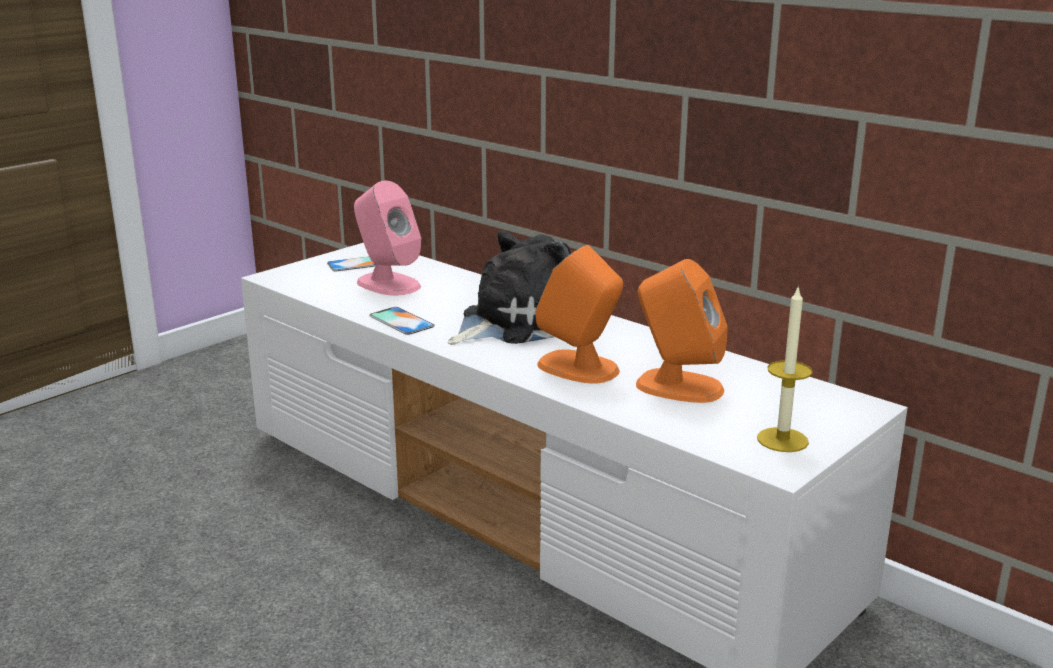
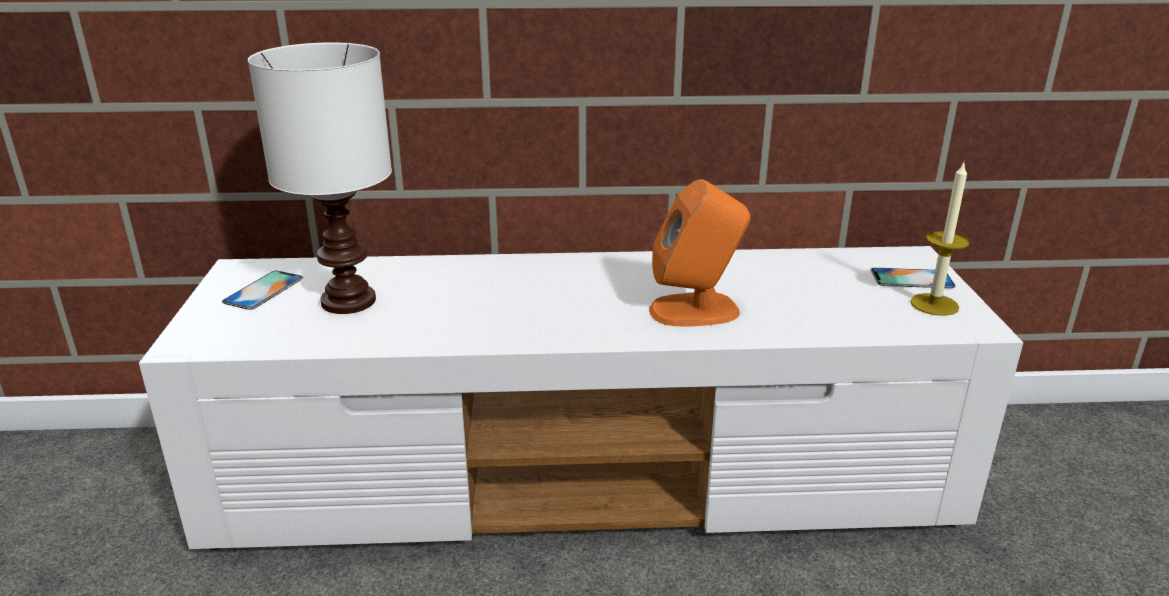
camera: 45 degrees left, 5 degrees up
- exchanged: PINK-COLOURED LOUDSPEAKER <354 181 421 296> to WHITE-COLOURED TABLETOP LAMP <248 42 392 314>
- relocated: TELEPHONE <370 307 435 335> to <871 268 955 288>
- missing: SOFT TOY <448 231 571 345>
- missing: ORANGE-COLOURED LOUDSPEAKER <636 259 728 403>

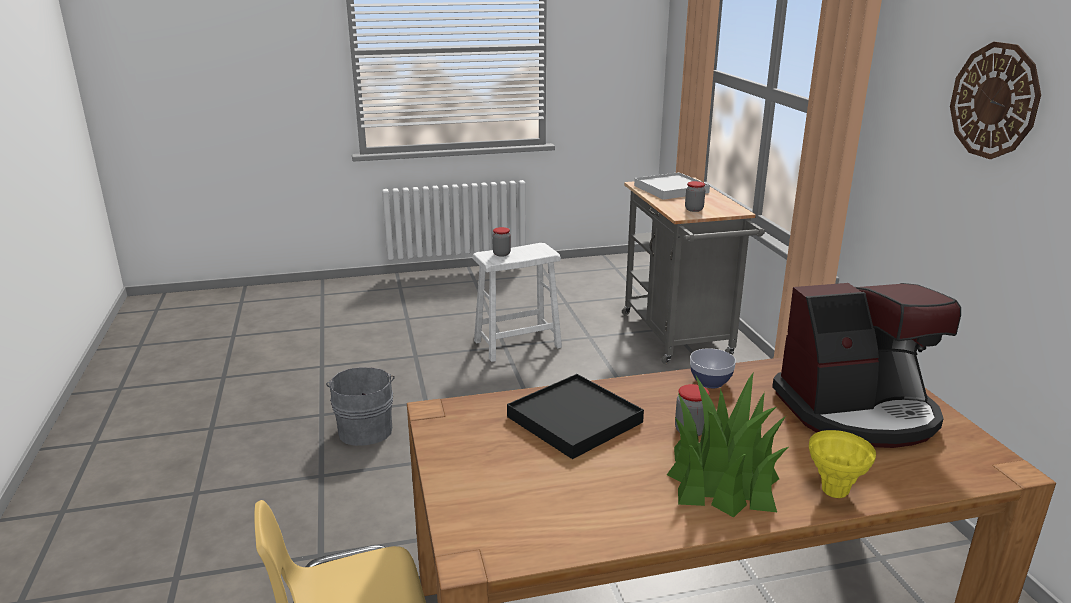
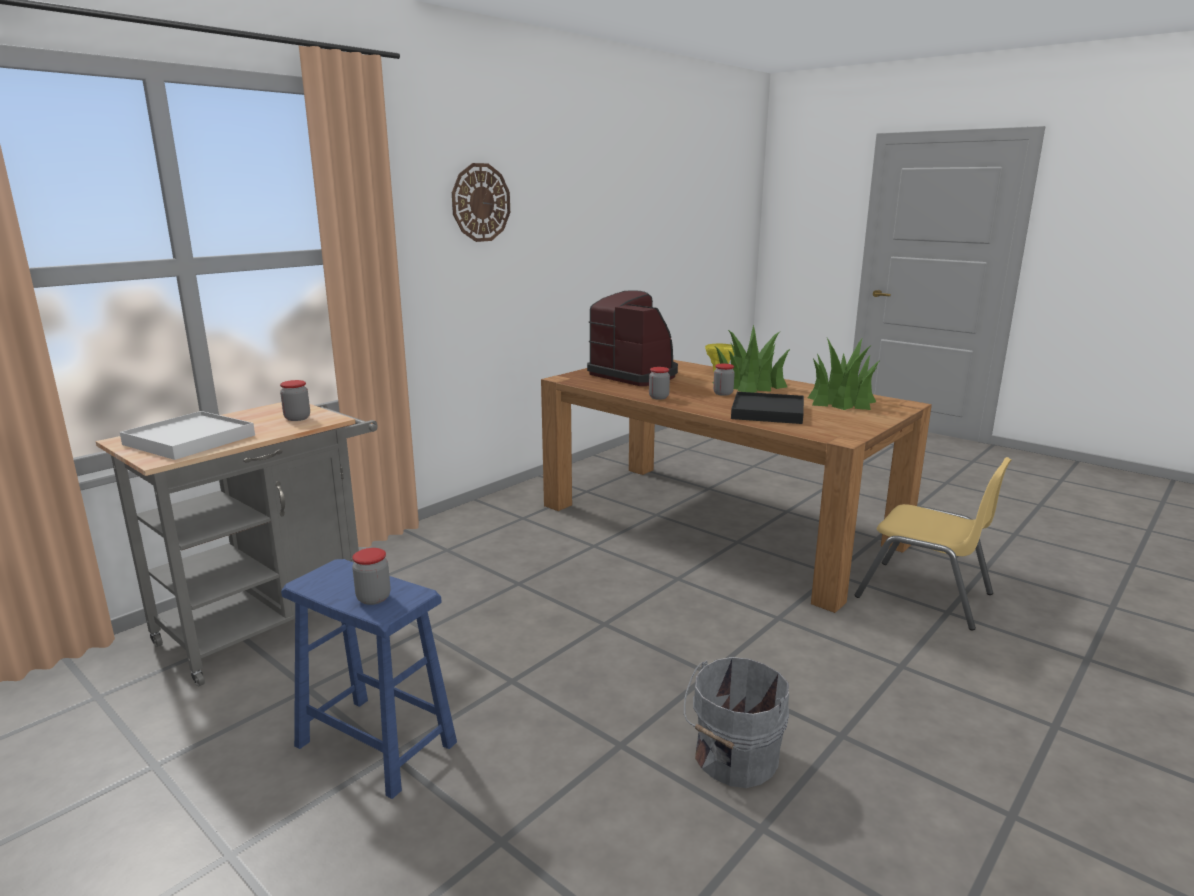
camera: 125 degrees left, 5 degrees down
- colour: WHITE-COLOURED STOOL SEAT <472 243 562 362> to BLUE STOOL SEAT <281 559 457 799>
- exchanged: BOWL <690 348 736 388> to JAR <649 367 670 400>
- appeared: POTTED PLANT <808 338 880 410>

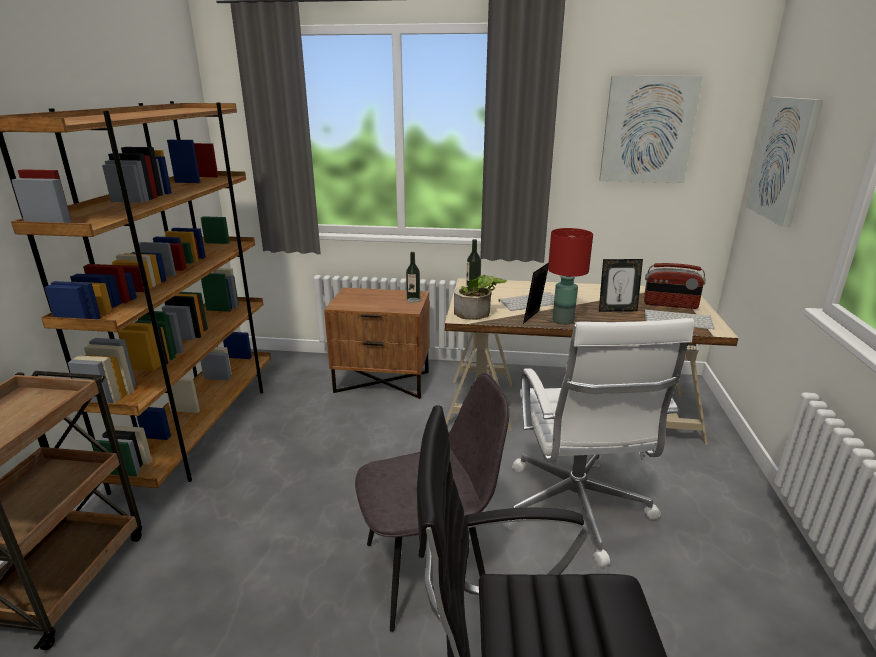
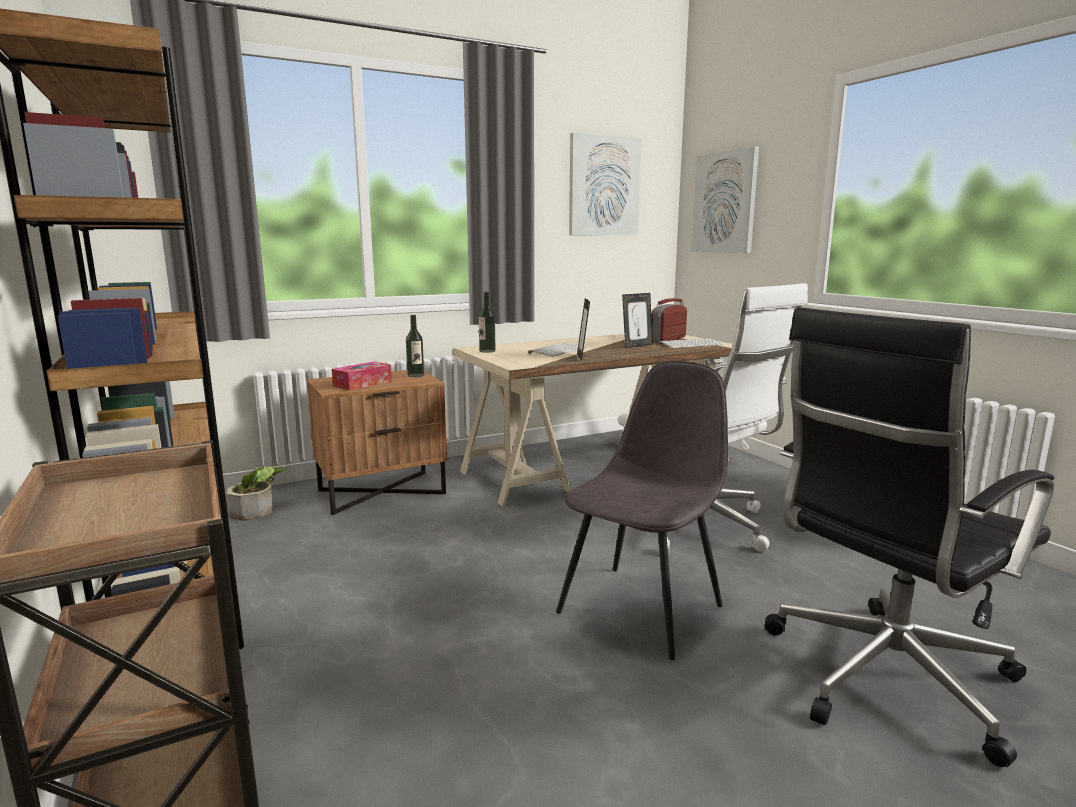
camera: 35 degrees left, 10 degrees down
- relocated: POTTED PLANT <454 274 507 320> to <227 466 287 521>
- missing: REDDISH TABLETOP LAMP <548 228 593 325>
- spun: RADIO RECEIVER <644 263 706 309> = <651 298 687 342> 150 degrees clockwise
- appeared: TISSUE BOX <331 362 392 390>

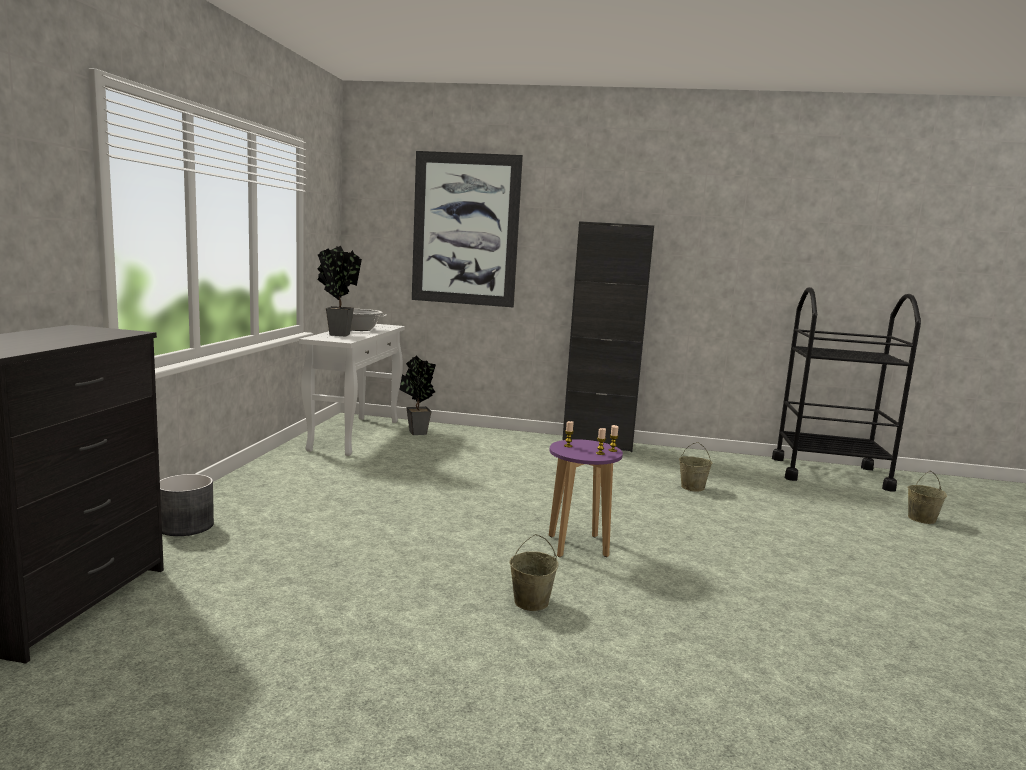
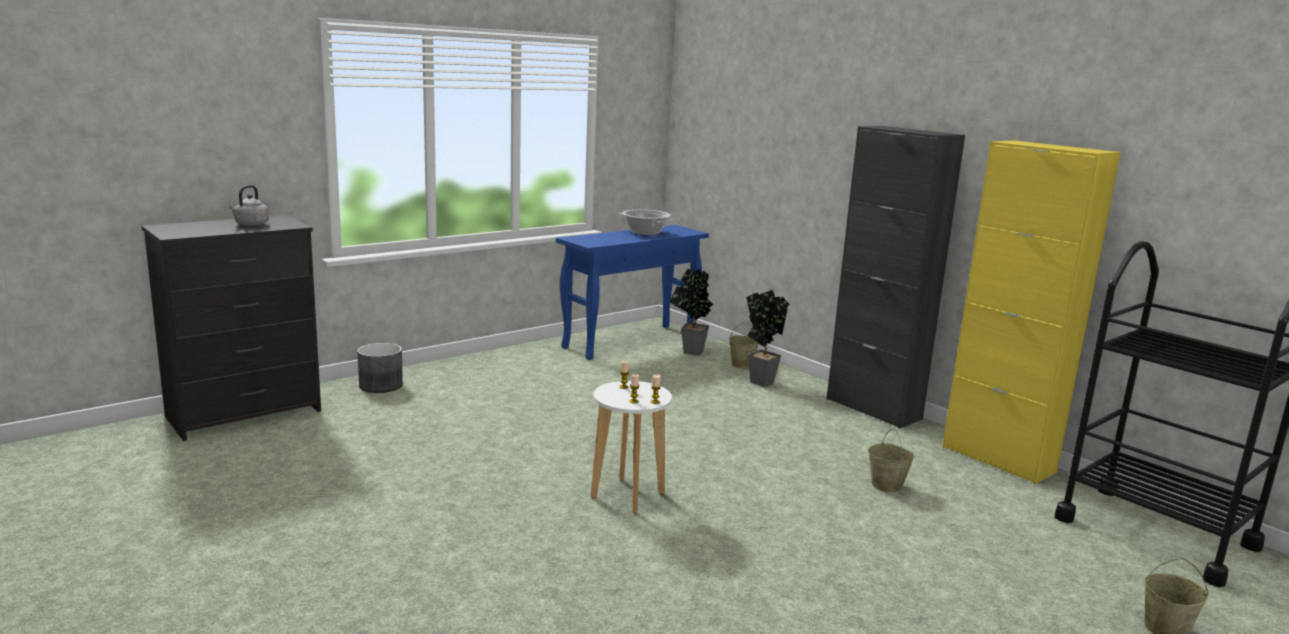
camera: 40 degrees right, 5 degrees up
- colour: WHITE-COLOURED CONSOLE TABLE <299 324 405 456> to BLUE CONSOLE TABLE <556 225 709 360>
- relocated: POTTED PLANT <318 246 362 336> to <746 289 789 387>
- missing: PICTURE <412 151 523 307>
- relocated: BEIGE-COLOURED WATER BUCKET <510 534 559 611> to <729 322 759 368>
- colour: PURPLE STOOL SEAT <549 439 623 557> to WHITE-COLOURED STOOL SEAT <591 381 672 514>
- appeared: GRAY KETTLE <229 185 269 226>
- appeared: YELLOW CUPBOARD <942 140 1121 484>

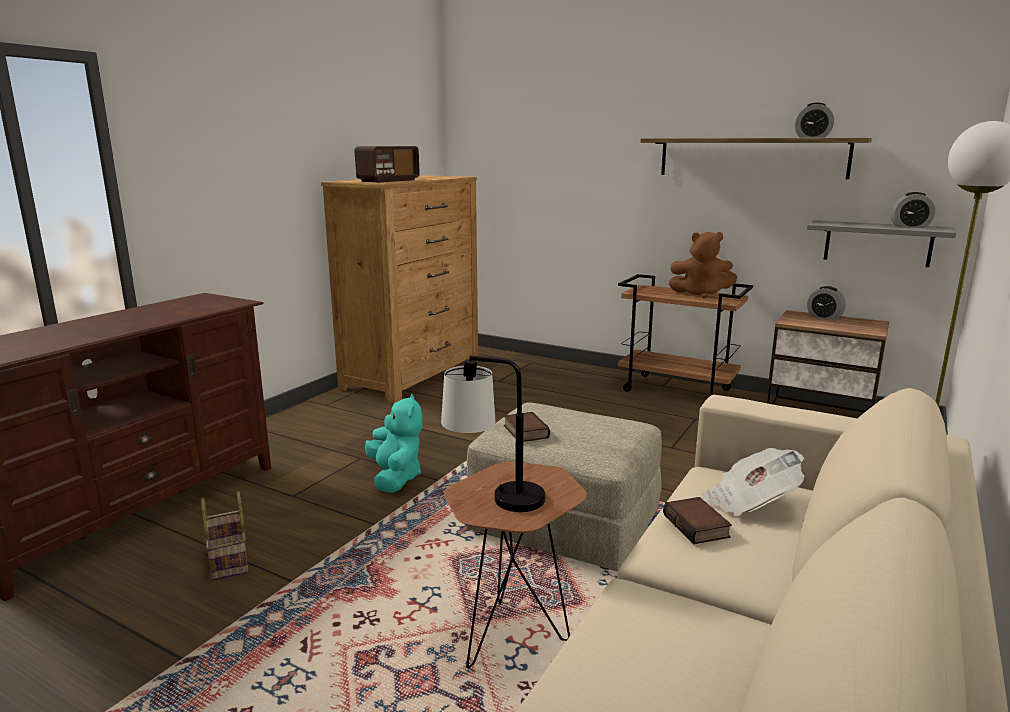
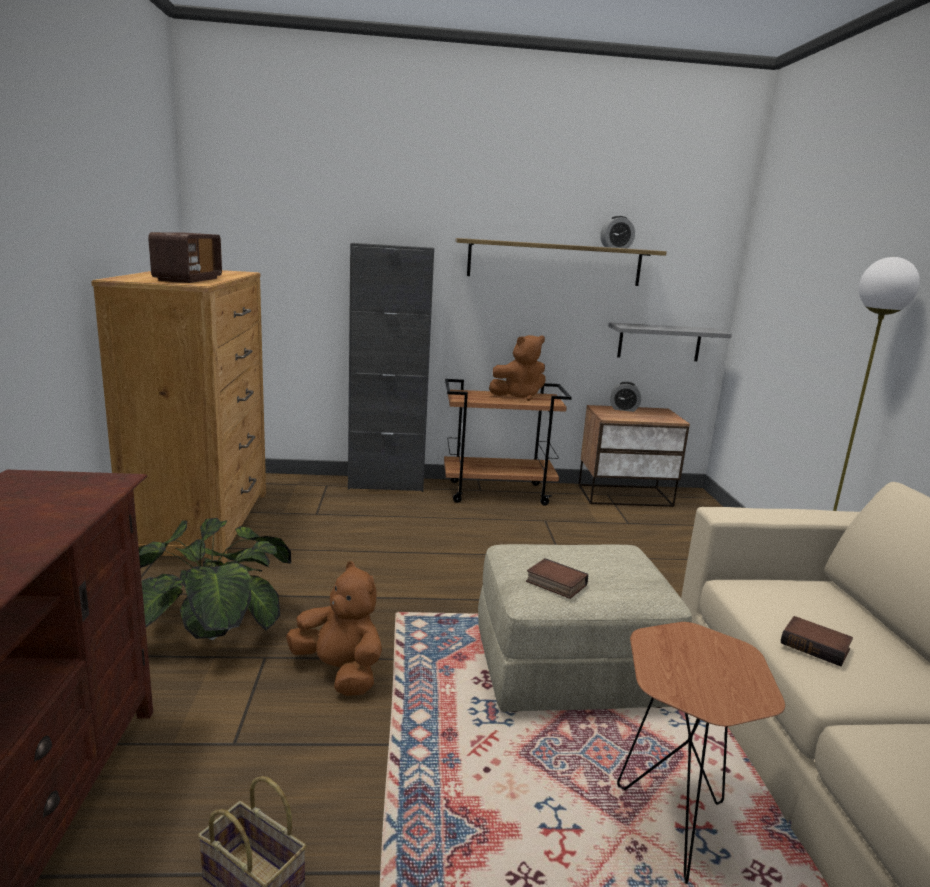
camera: 35 degrees left, 0 degrees up
- colour: BLUE-GREEN SOFT TOY <365 394 423 493> to BROWN-COLOURED SOFT TOY <286 561 382 696>
- missing: TABLETOP LAMP <441 356 546 512>
- missing: DAILY PAPER <702 448 805 516>
- missing: ALARM CLOCK <891 192 935 228>
- appeared: POTTED PLANT <139 518 291 640>
- appeared: BLACK CUPBOARD <348 243 434 492>

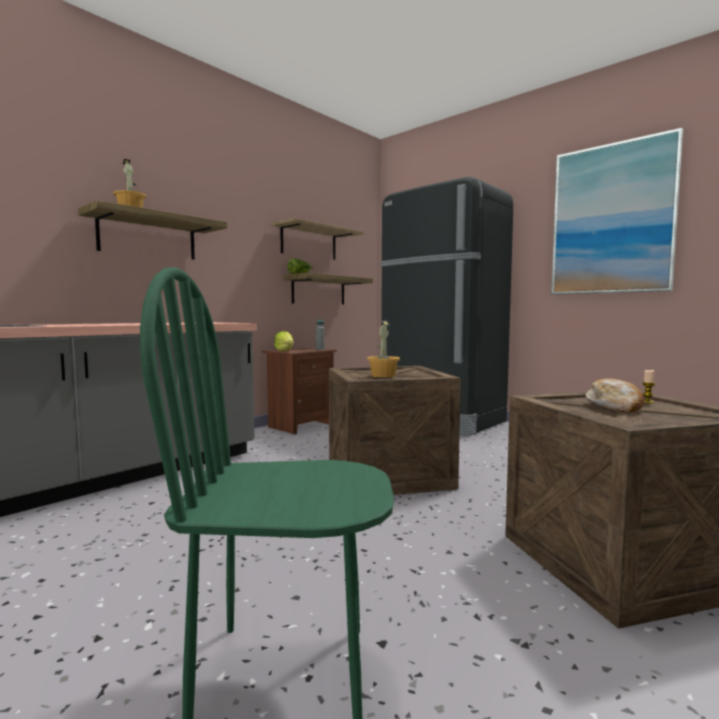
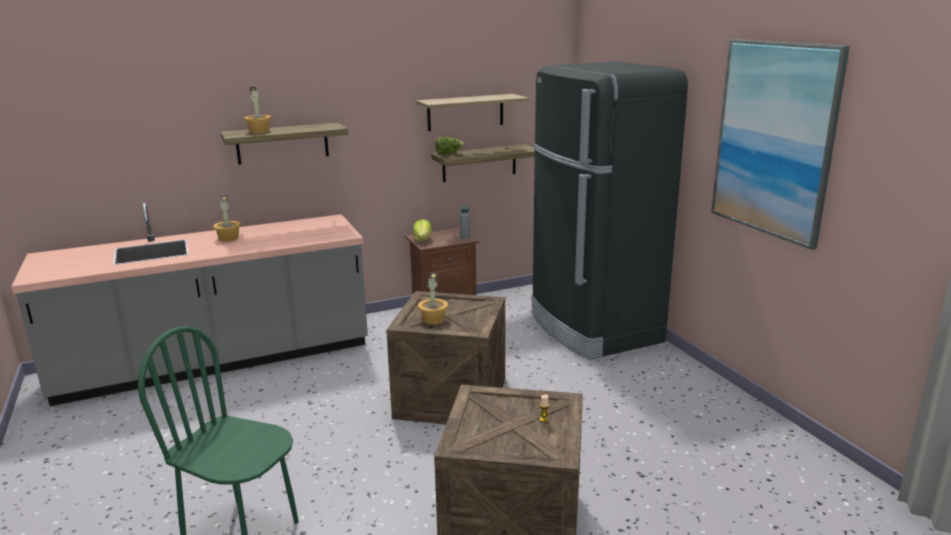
camera: 25 degrees right, 15 degrees up
- missing: BAKED BREAD <585 378 644 412>
- appeared: POTTED PLANT <213 196 241 242>

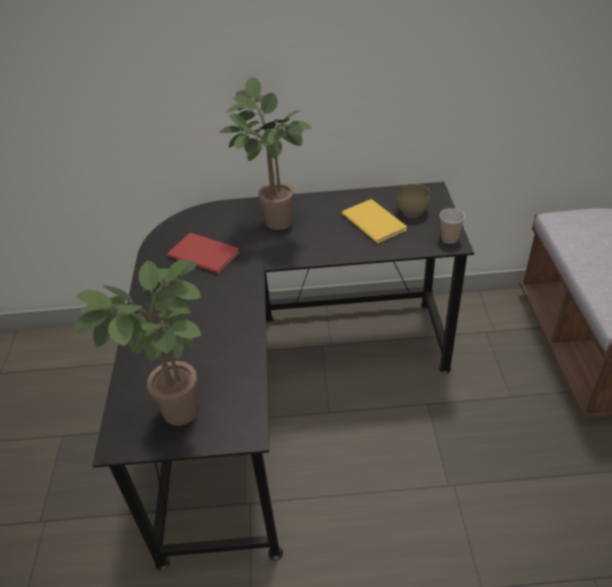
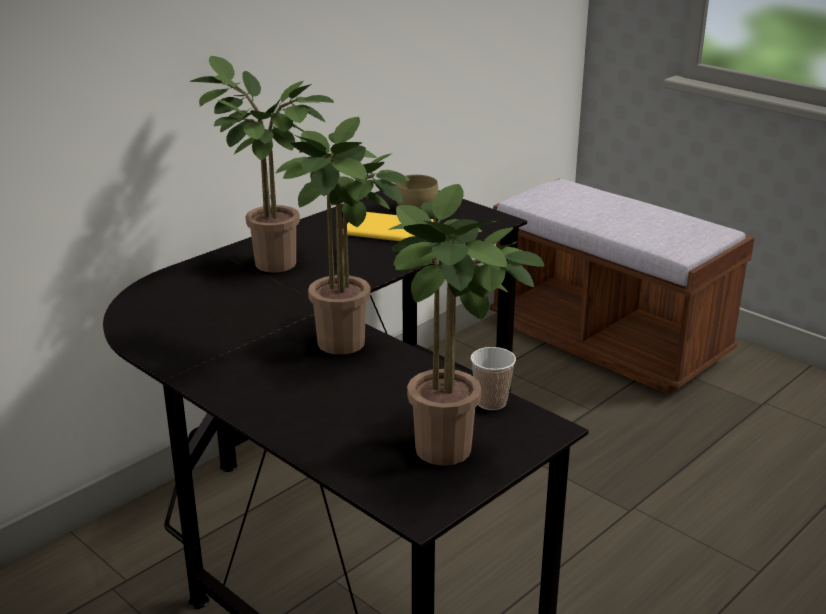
camera: 45 degrees left, 15 degrees down
- missing: REDDISH VOLUME <167 233 240 274>
- relocated: SMALL CUP <440 208 465 244> to <471 347 516 410>
- appeared: POTTED PLANT <276 117 410 355>

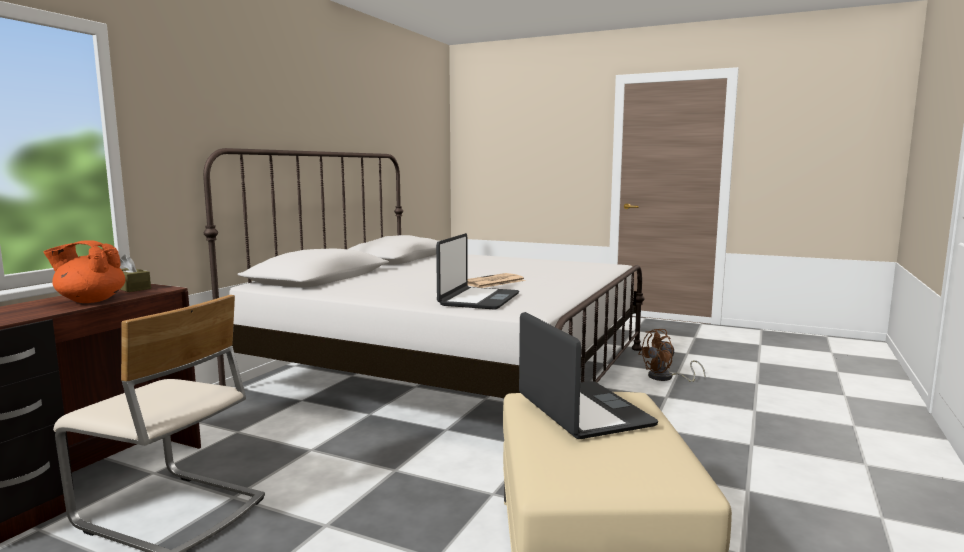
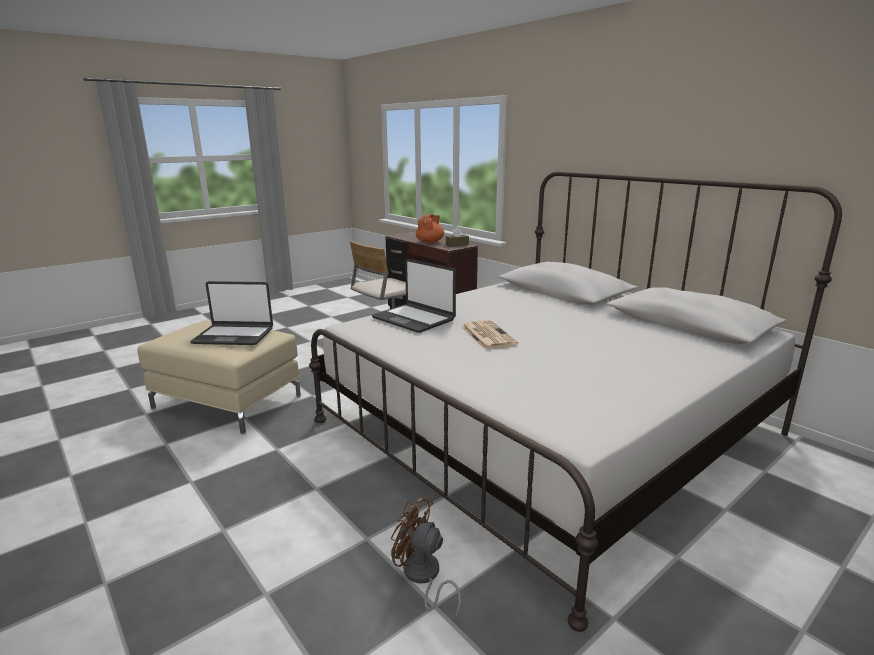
camera: 115 degrees right, 10 degrees up
- spun: BROWN-COLOURED FAN <638 329 705 382> = <391 496 461 620> 60 degrees counterclockwise

